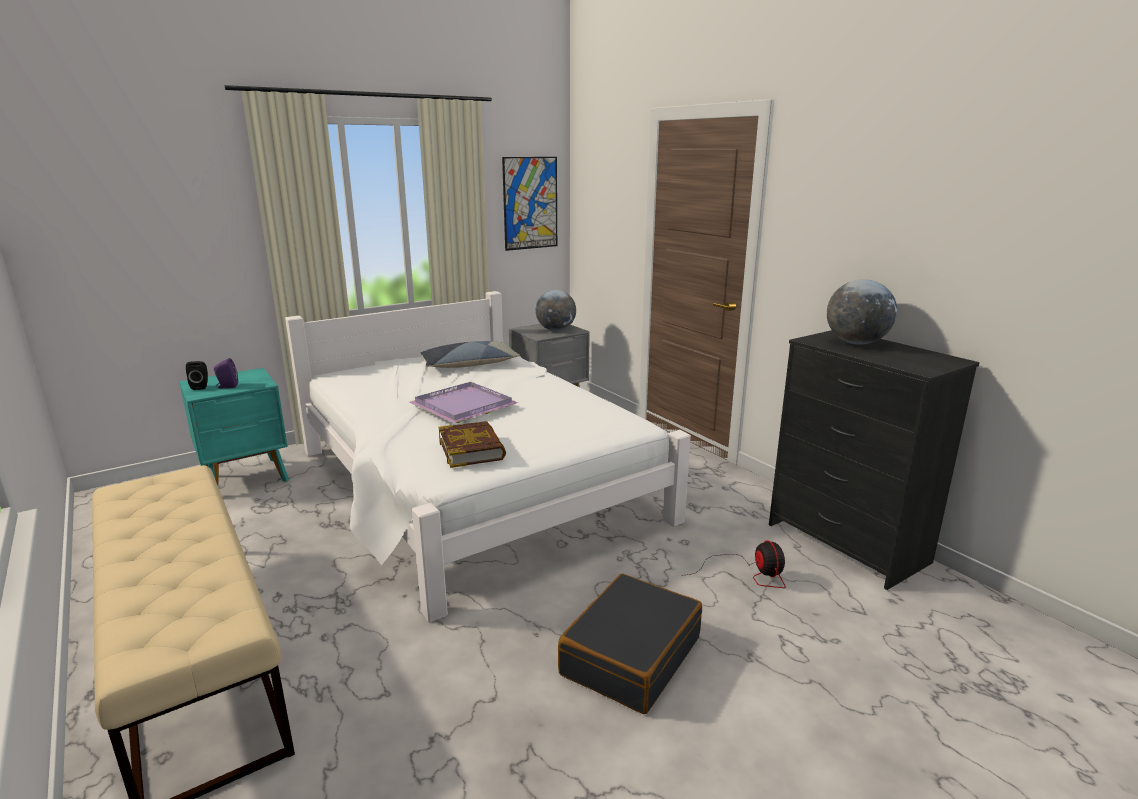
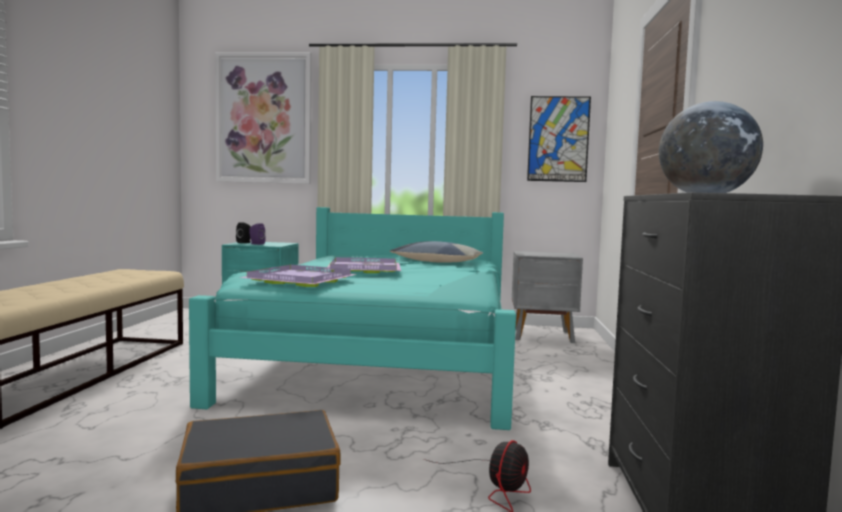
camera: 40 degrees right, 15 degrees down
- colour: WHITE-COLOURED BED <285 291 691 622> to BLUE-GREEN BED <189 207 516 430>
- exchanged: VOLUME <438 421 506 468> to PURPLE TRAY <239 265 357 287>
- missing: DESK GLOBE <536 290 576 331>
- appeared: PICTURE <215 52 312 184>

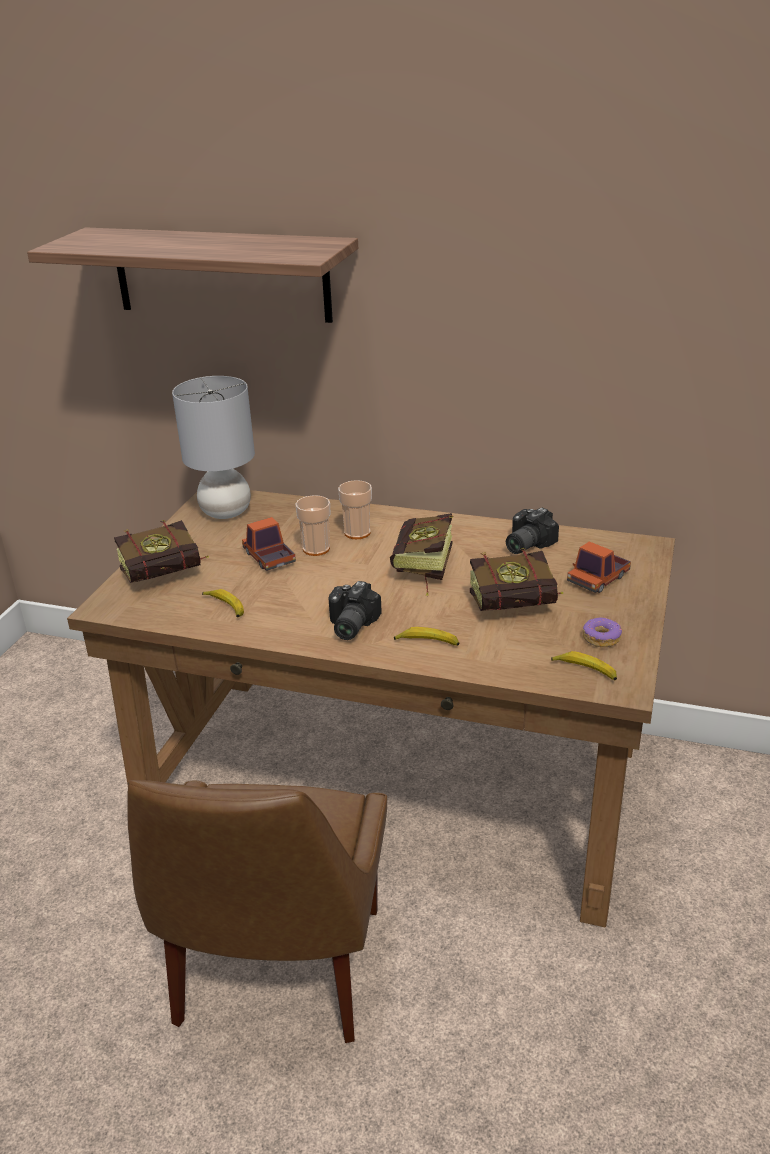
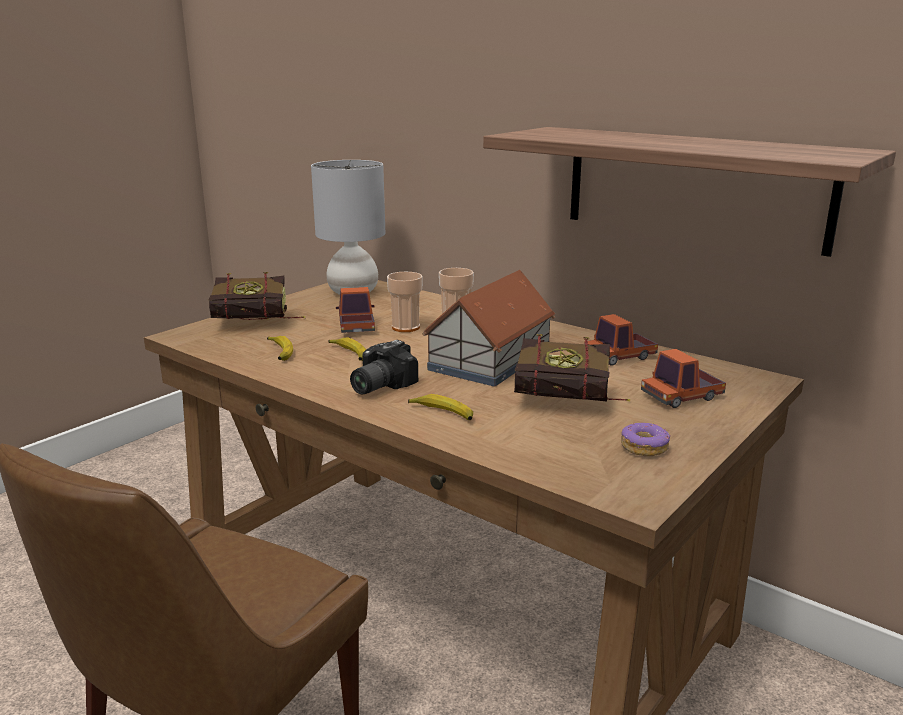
camera: 20 degrees right, 10 degrees down
- relocated: SHELF <27 227 358 323> to <483 127 896 257>
- exchanged: VOLUME <390 513 453 596> to MODEL HOUSE <422 270 556 386>
- exchanged: STILL CAMERA <506 508 559 554> to TOY LORRY <584 314 658 366>
- relocated: WHOLE BANANA <551 651 617 681> to <328 338 366 361>

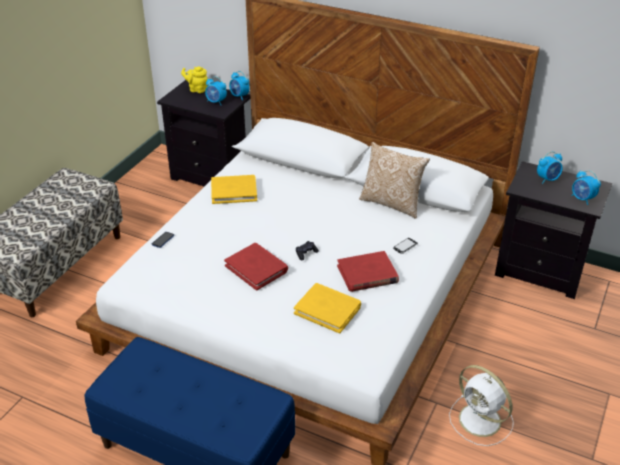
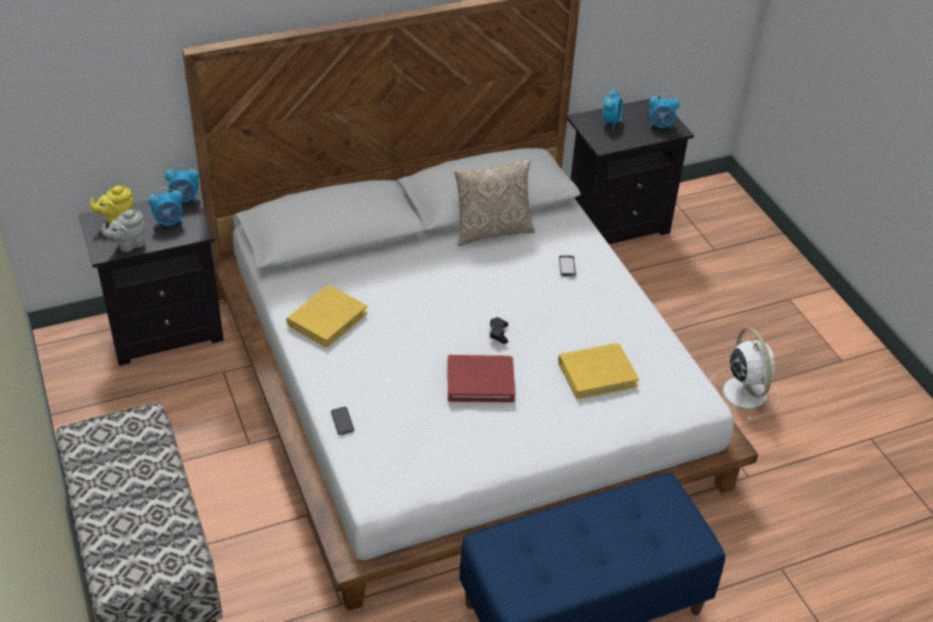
camera: 50 degrees left, 5 degrees up
- missing: REDDISH VOLUME <337 251 399 292>
- spun: WHITE-COLOURED FAN <449 365 514 446> = <710 328 779 421> 105 degrees counterclockwise
- appeared: GRAY POT FOR TEA <102 209 145 252>

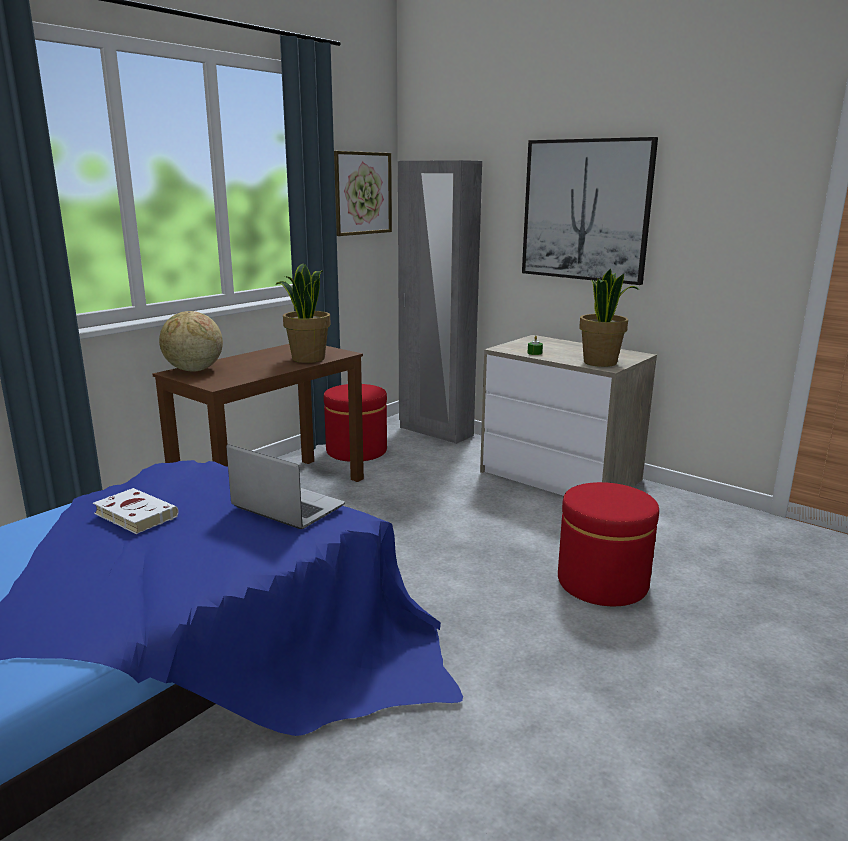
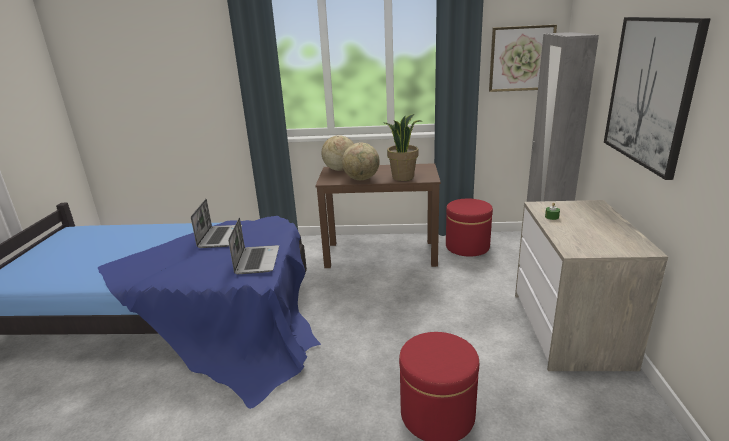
camera: 55 degrees right, 5 degrees up
- exchanged: WHITE-COLOURED VOLUME <93 488 179 534> to NOTEBOOK COMPUTER <191 199 242 248>
- missing: POTTED PLANT <579 269 639 367>
- appeared: DESK GLOBE <342 142 380 180>

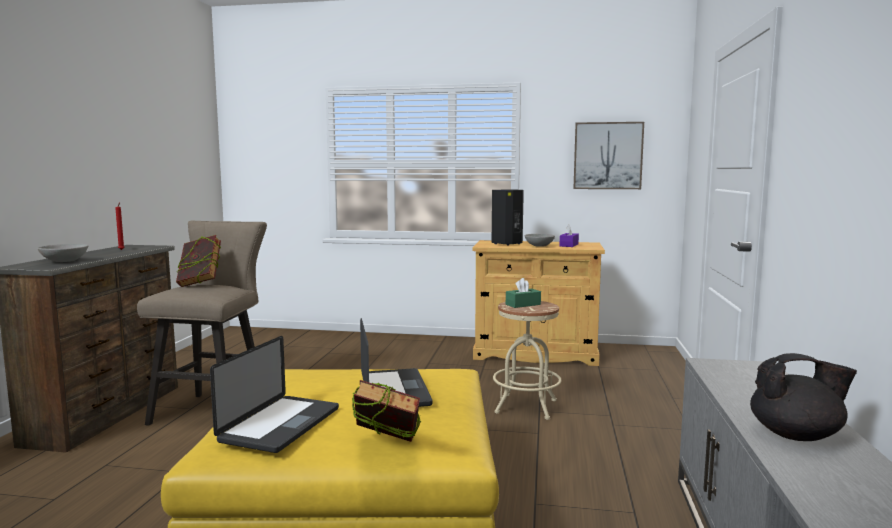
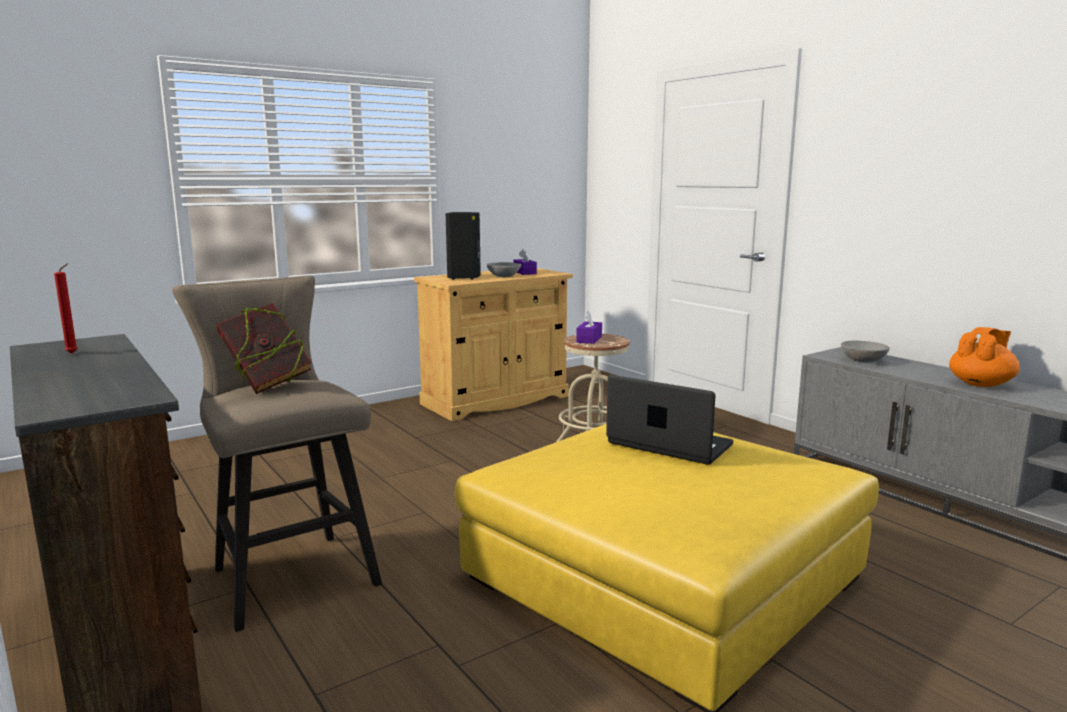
camera: 45 degrees left, 5 degrees up
- relocated: GRAY BOWL <37 244 88 262> to <841 341 890 363>
- missing: NOTEBOOK COMPUTER <210 336 339 453>
- missing: VOLUME <352 380 422 442>
- colour: GREEN TISSUE BOX <506 278 541 308> to PURPLE TISSUE BOX <576 310 602 344>
- missing: PICTURE <573 122 644 189>
- colour: BLACK POT FOR TEA <750 353 857 441> to ORANGE-COLOURED POT FOR TEA <949 327 1020 387>

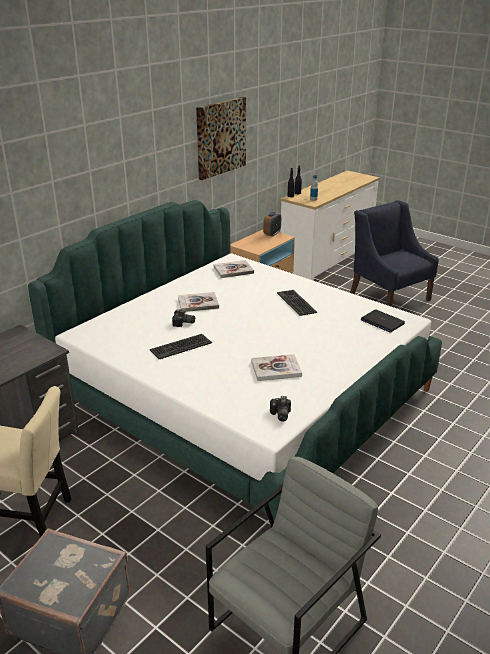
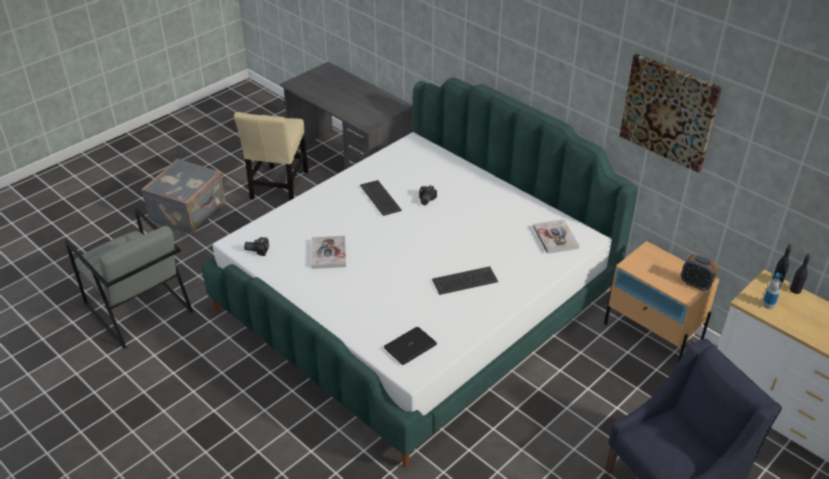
camera: 95 degrees right, 10 degrees up
- missing: VOLUME <178 292 219 312>

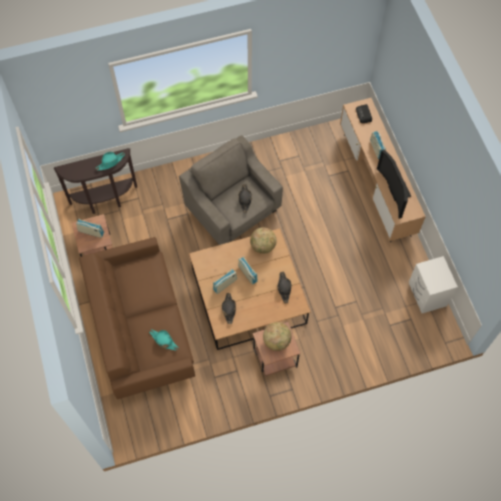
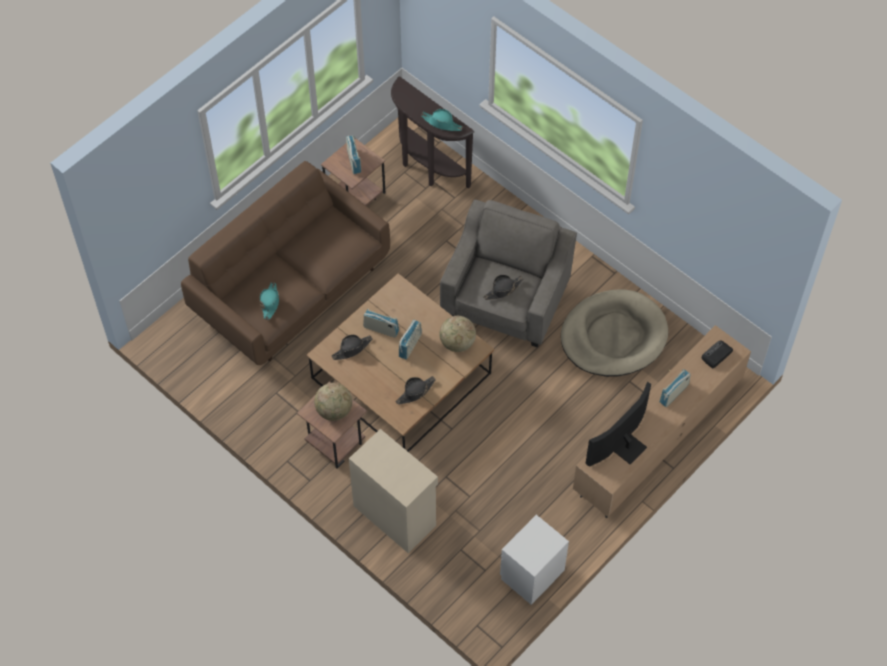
camera: 60 degrees right, 5 degrees down
- appeared: BEIGE-COLOURED CUPBOARD <349 429 438 553>
- appeared: BEIGE-COLOURED DOG CUSHION <561 289 668 377>

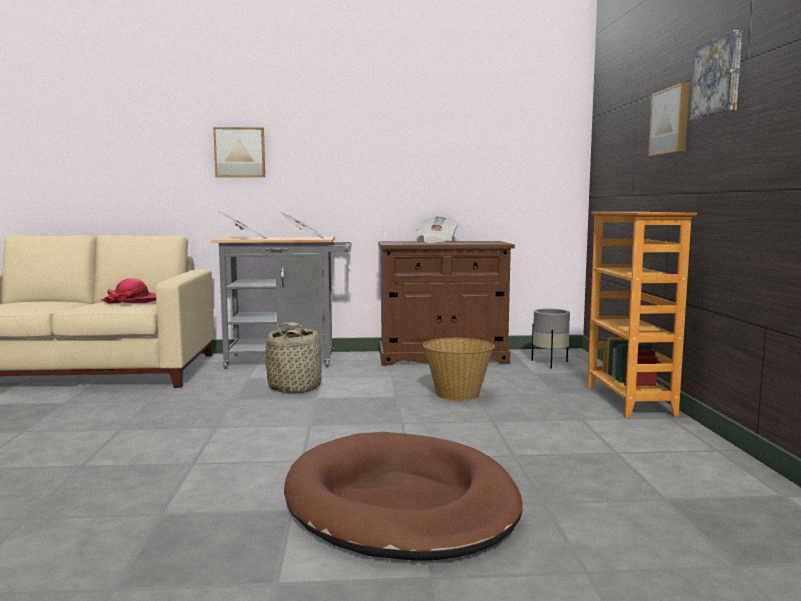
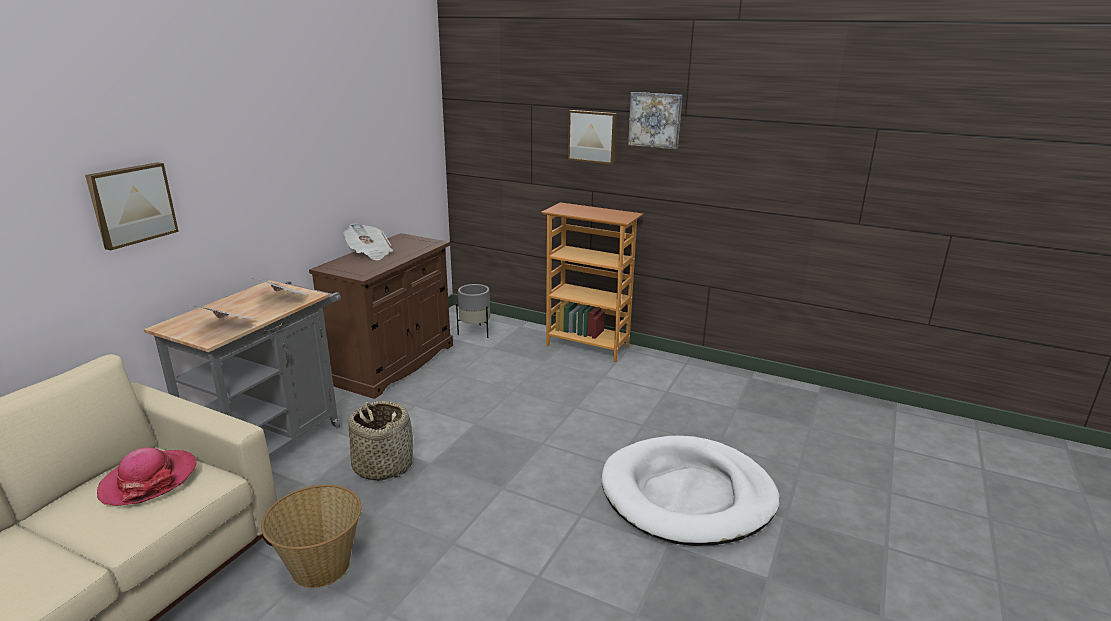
camera: 60 degrees left, 15 degrees up
- colour: BROWN-COLOURED DOG CUSHION <284 432 523 561> to WHITE-COLOURED DOG CUSHION <601 436 780 546>
- relocated: HOUSEHOLD BASKET <423 338 495 401> to <261 485 361 588>

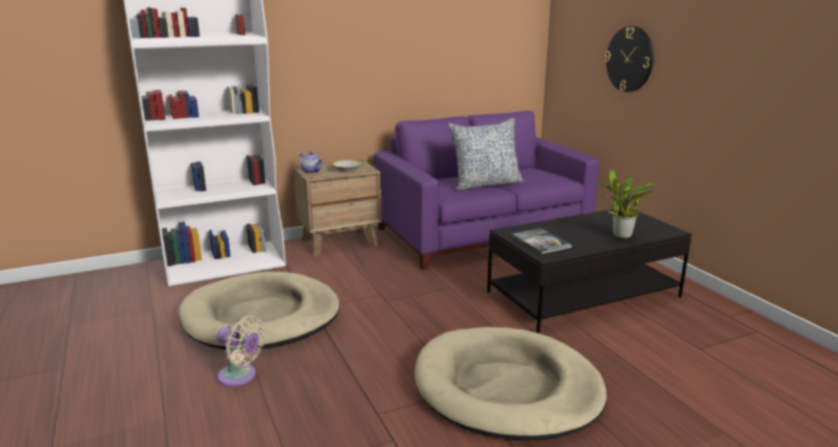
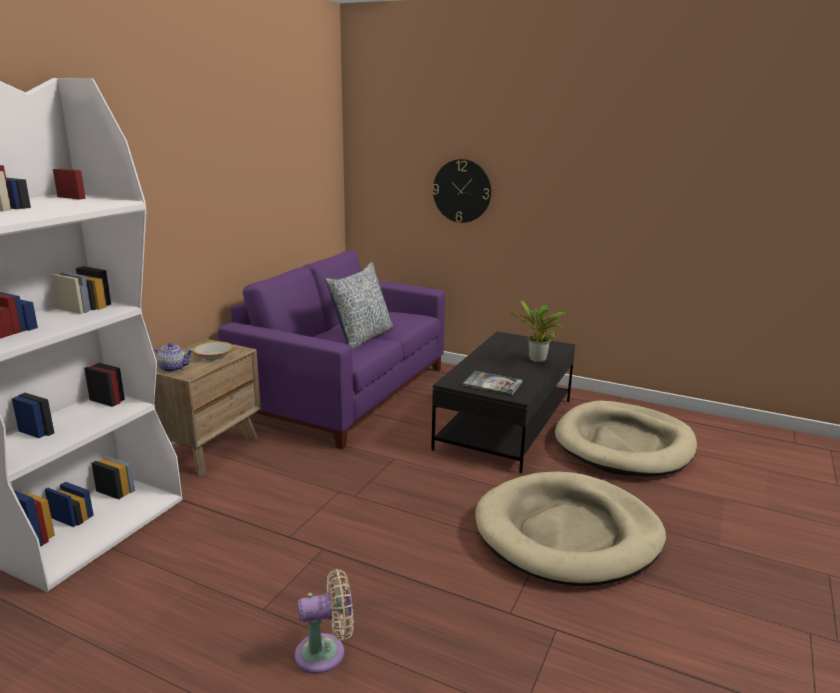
camera: 40 degrees left, 0 degrees up
- relocated: BEIGE-COLOURED DOG CUSHION <178 272 340 350> to <555 400 697 477>

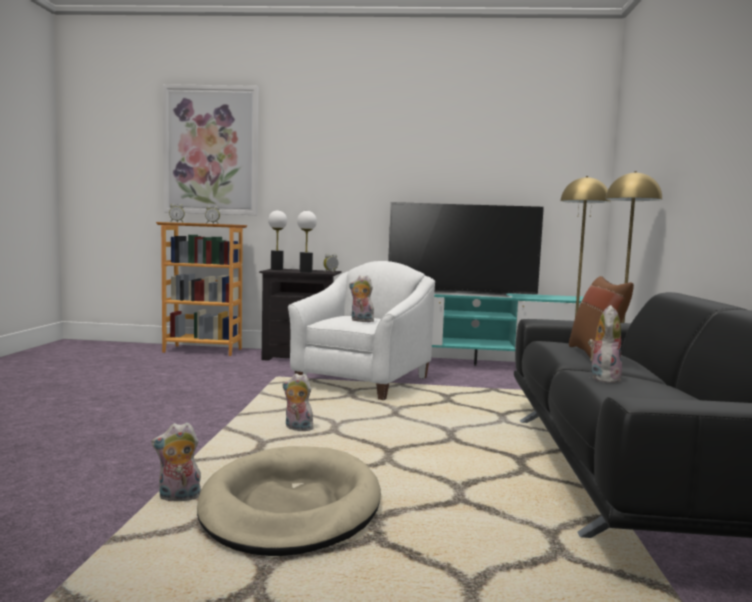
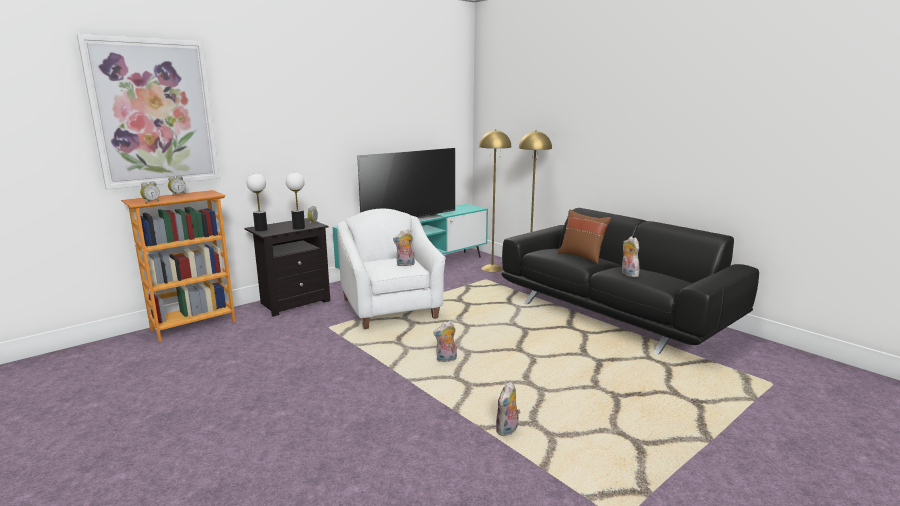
camera: 45 degrees left, 10 degrees up
- missing: BEIGE-COLOURED DOG CUSHION <197 446 381 556>

